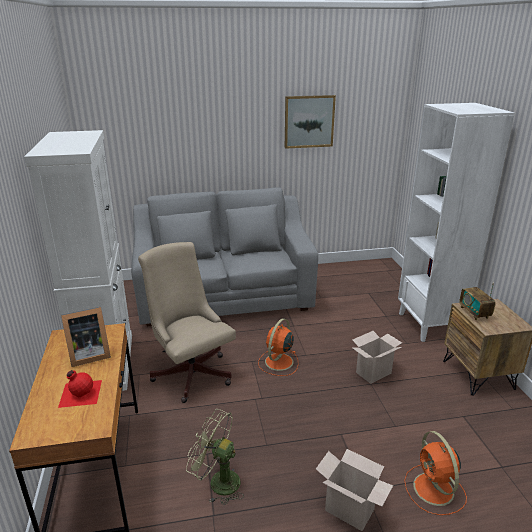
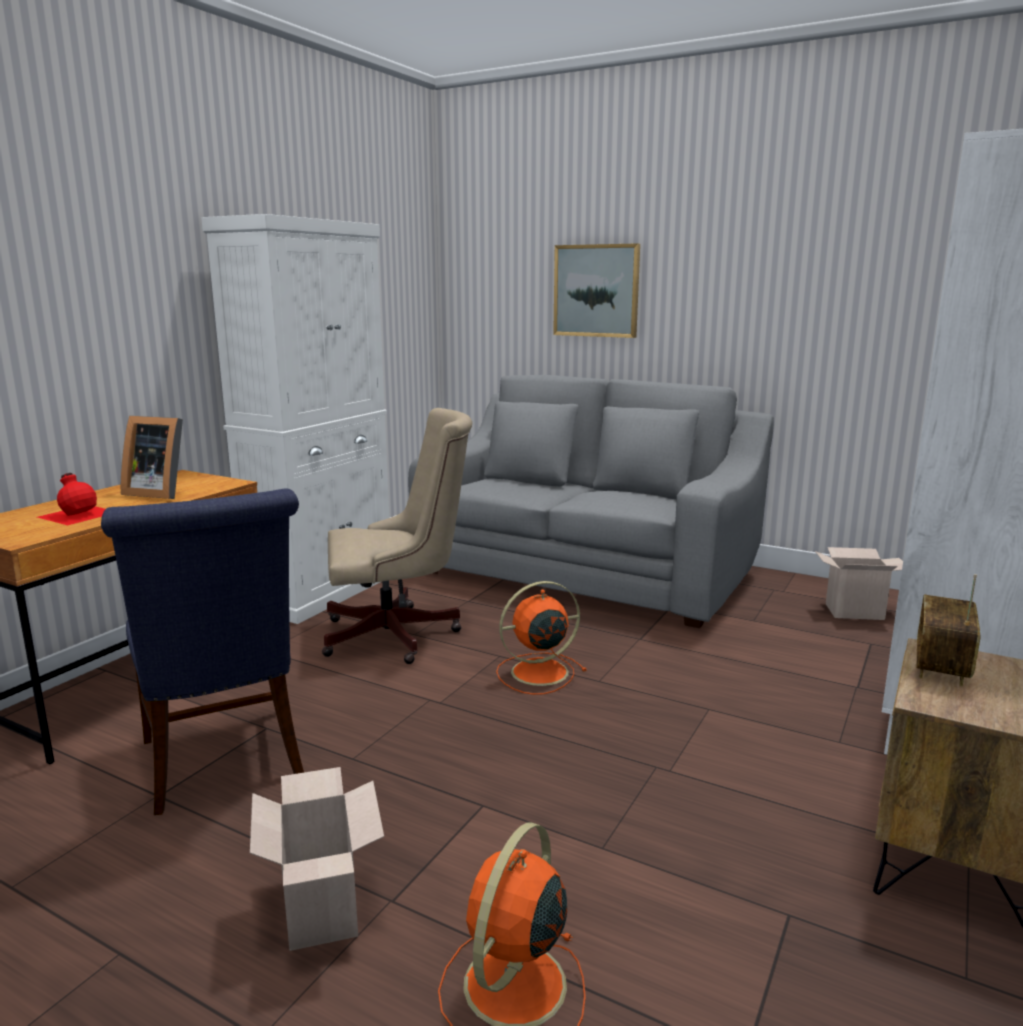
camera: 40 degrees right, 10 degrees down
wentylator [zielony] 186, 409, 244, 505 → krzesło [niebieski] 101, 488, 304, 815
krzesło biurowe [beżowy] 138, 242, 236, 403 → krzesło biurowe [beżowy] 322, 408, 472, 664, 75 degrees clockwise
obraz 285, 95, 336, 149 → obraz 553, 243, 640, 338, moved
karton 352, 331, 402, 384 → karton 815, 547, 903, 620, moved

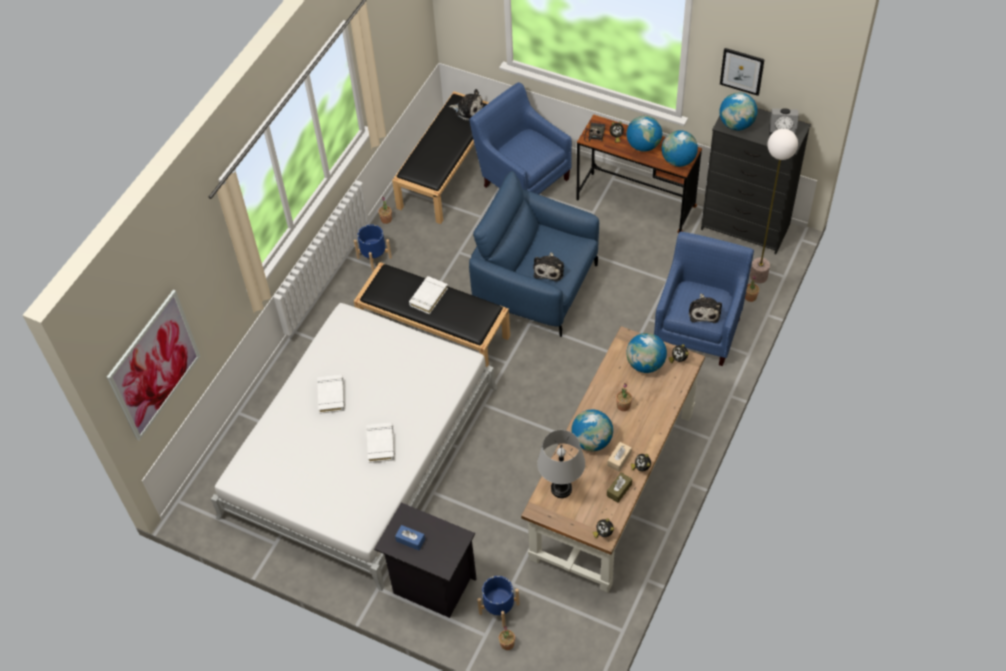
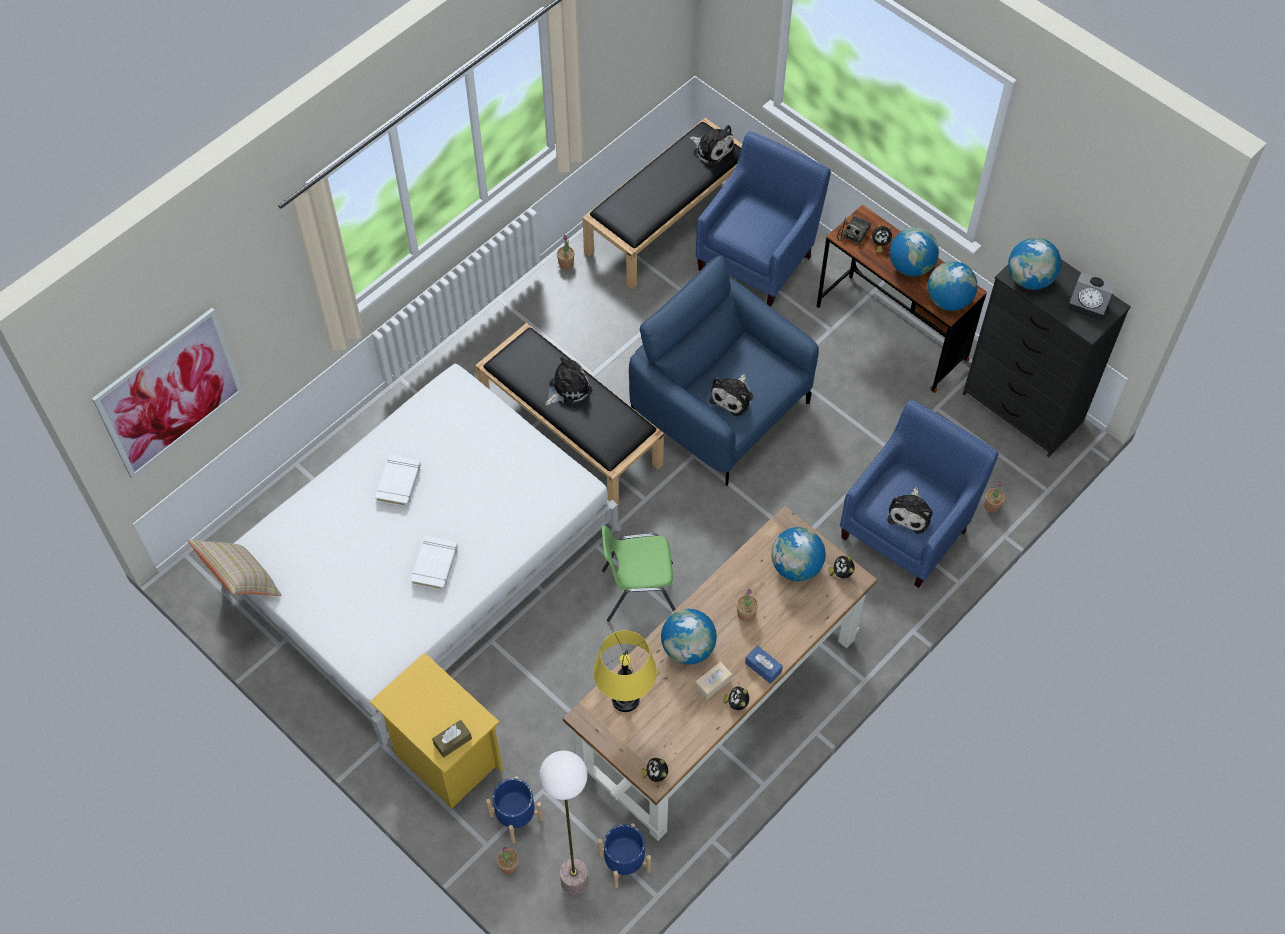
camera: 15 degrees right, 5 degrees up
- → poduszka [beżowy] 187, 539, 282, 596
szafka nocna [czarny] 374, 503, 477, 618 → szafka nocna [żółty] 370, 652, 503, 809
pudełko chusteczek [brązowy] 607, 473, 632, 503 → pudełko chusteczek [brązowy] 432, 720, 472, 758, moved
lampa stojąca 750, 129, 798, 283 → lampa stojąca 539, 751, 588, 895, moved
książka [biały] 409, 276, 448, 315 → pluszak 545, 357, 593, 406
lampa stołowa [szary] 537, 430, 585, 498 → lampa stołowa [żółty] 593, 630, 657, 712
donica [niebieski] 354, 224, 392, 271 → donica [niebieski] 598, 823, 651, 888, moved
- → krzesło [zielony] 602, 526, 676, 622
fotel [niebieski] 470, 82, 572, 194 → fotel [niebieski] 696, 131, 831, 307, 60 degrees clockwise
pudełko chusteczek [niebieski] 395, 525, 425, 550 → pudełko chusteczek [niebieski] 745, 645, 783, 684, moved
obraz 720, 48, 765, 96 → -

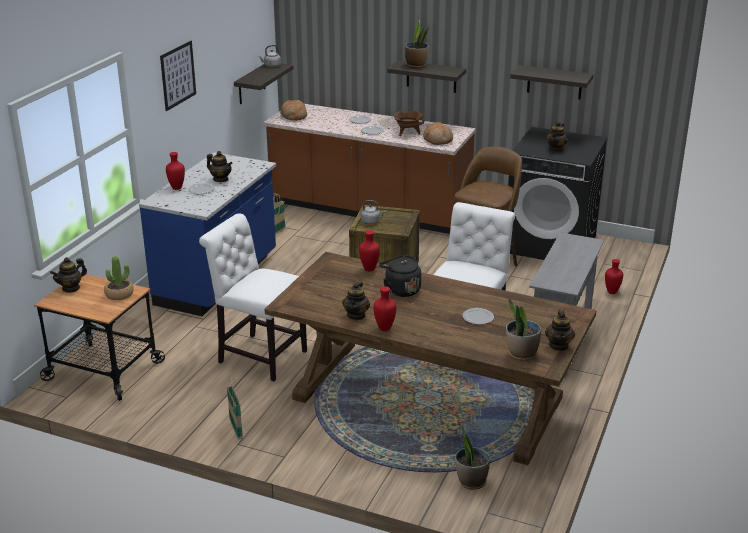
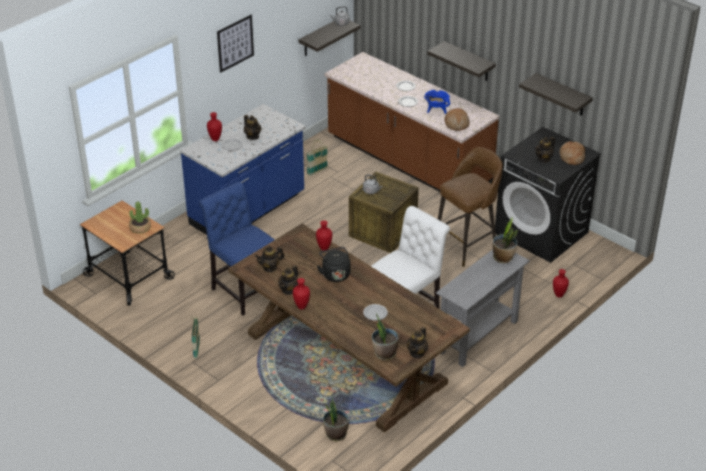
camera: 20 degrees right, 10 degrees up
krzesło [biały] 199, 213, 307, 381 → krzesło [niebieski] 199, 182, 275, 315
imbryk 50, 257, 87, 293 → imbryk 255, 246, 285, 272, moved
garnek [brązowy] 394, 111, 425, 136 → garnek [niebieski] 424, 90, 450, 114
roślina doniczkowa 405, 19, 429, 68 → roślina doniczkowa 493, 217, 518, 263, moved
chleb 280, 100, 307, 121 → chleb 560, 141, 585, 165, moved

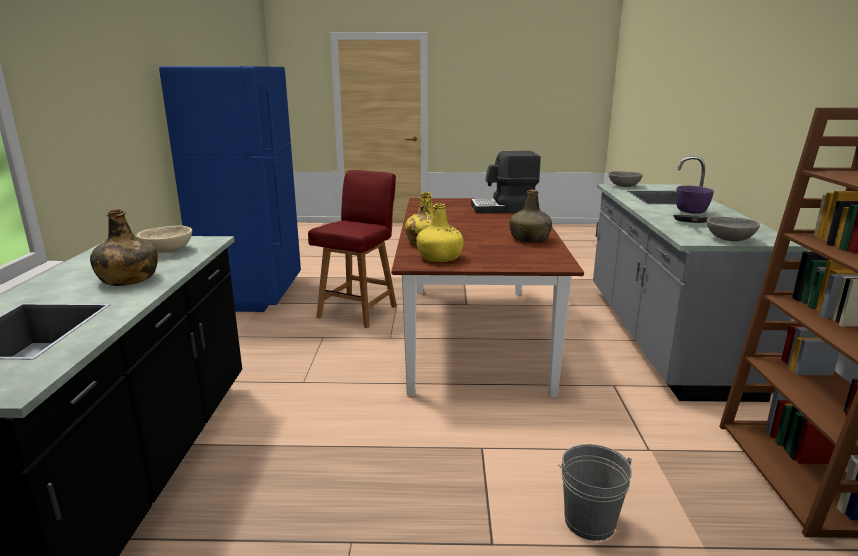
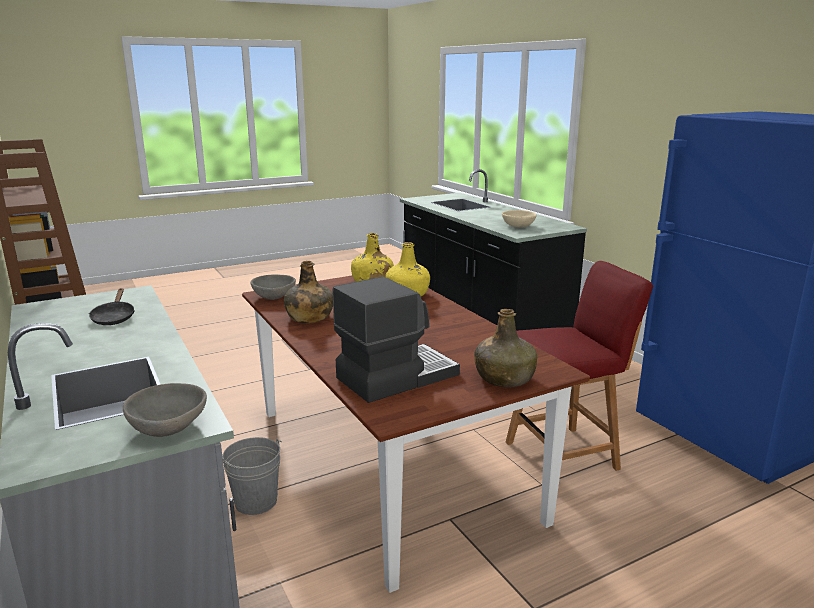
camera: 150 degrees right, 0 degrees up
wiadro [szary] 558, 444, 632, 541 → wiadro [szary] 222, 437, 282, 515, moved
miska [szary] 707, 216, 760, 241 → miska [szary] 251, 274, 296, 300, moved
butelka [zielony] 90, 209, 158, 286 → butelka [zielony] 474, 309, 537, 387, moved
krzesło [czerwony] 308, 170, 397, 328 → krzesło [czerwony] 506, 261, 653, 471, 105 degrees counterclockwise
miska [fioletowy] 676, 186, 714, 214 → -

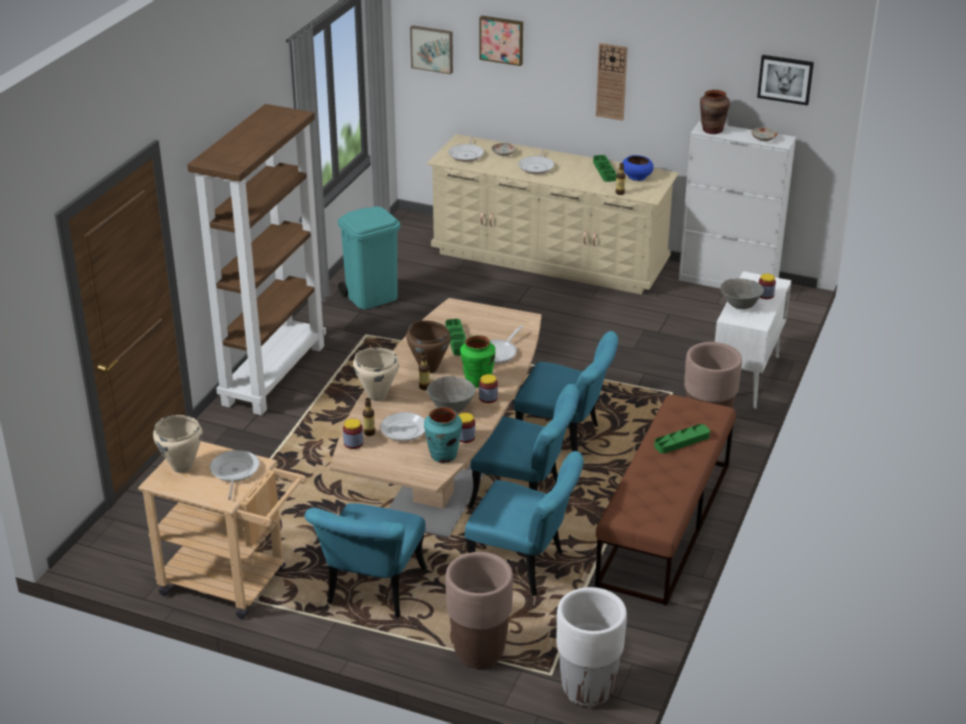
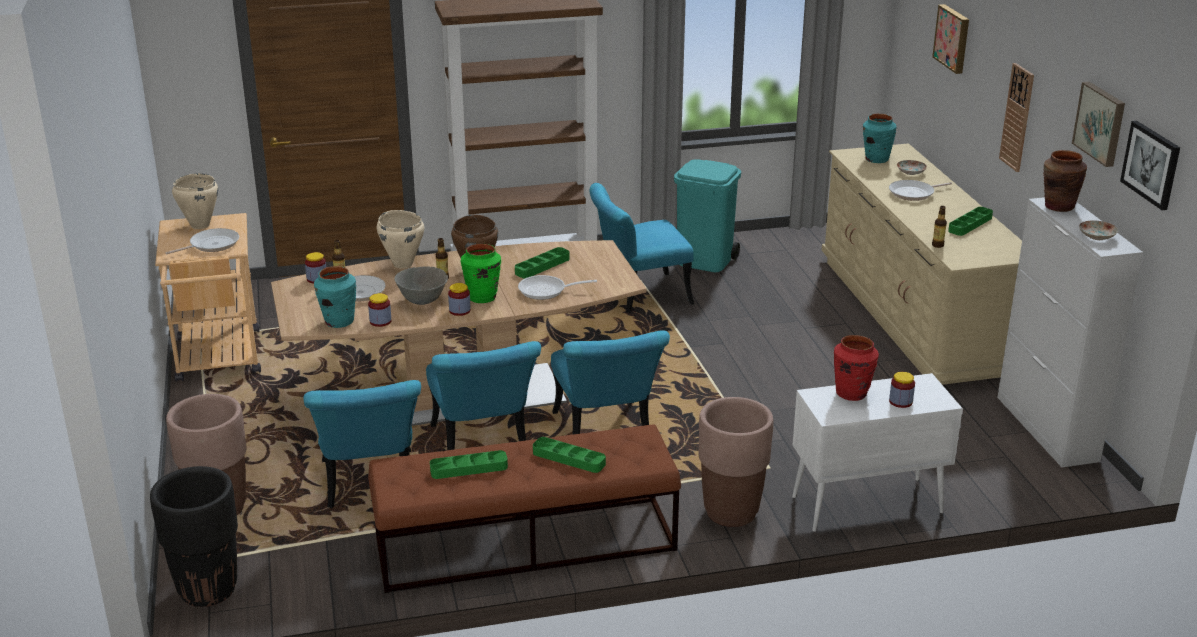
camera: 55 degrees right, 5 degrees down
donica [biały] 556, 587, 627, 707 → donica [czarny] 150, 466, 238, 607
- → taca [zielony] 430, 450, 508, 479
krzesło [turkusowy] 305, 503, 427, 618 → krzesło [turkusowy] 589, 183, 694, 313, moved
miska [szary] 721, 278, 764, 309 → wazon [czerwony] 834, 335, 879, 401
patelnia 448, 137, 484, 162 → wazon [turkusowy] 863, 114, 897, 163
obraz 410, 25, 453, 74 → obraz 1072, 82, 1125, 167, moved
miska [niebieski] 622, 155, 653, 181 → -

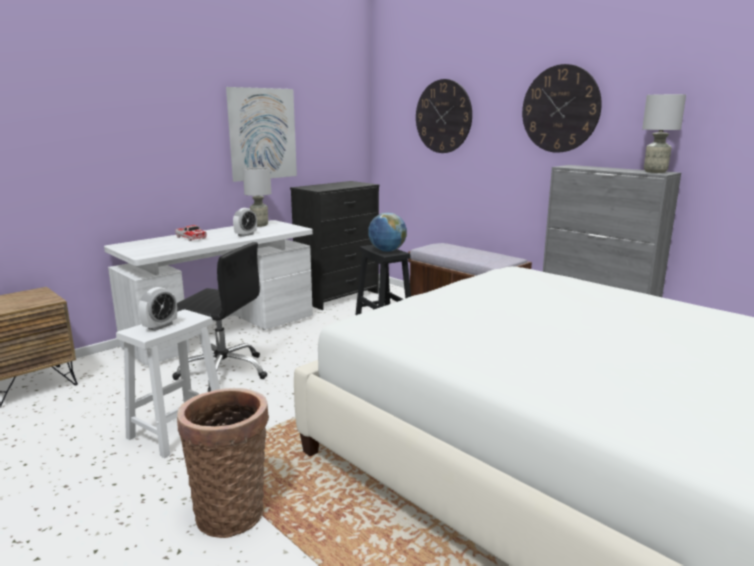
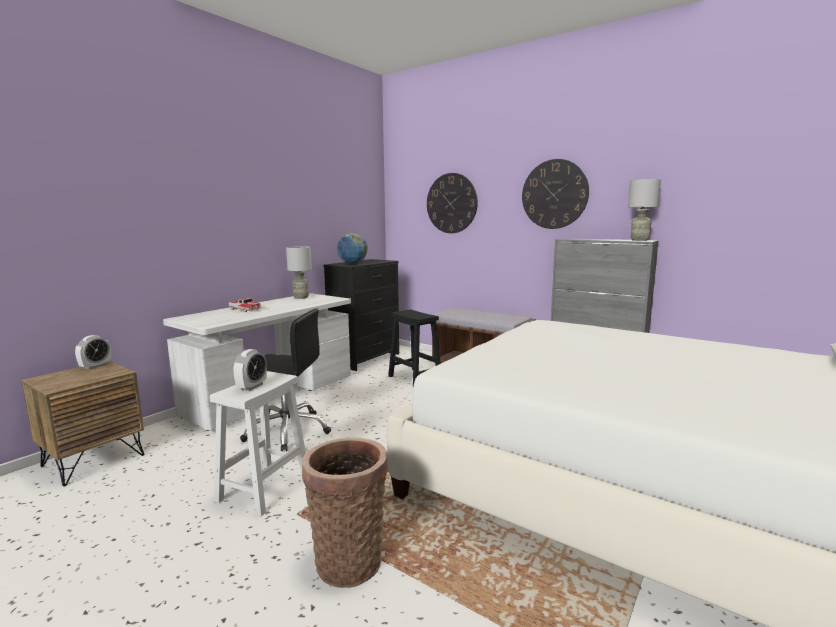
camera: 10 degrees left, 5 degrees down
budzik 233, 208, 257, 237 → budzik 75, 335, 111, 370, moved
globus 368, 213, 407, 251 → globus 337, 233, 368, 264, moved
obraz 226, 87, 297, 182 → -

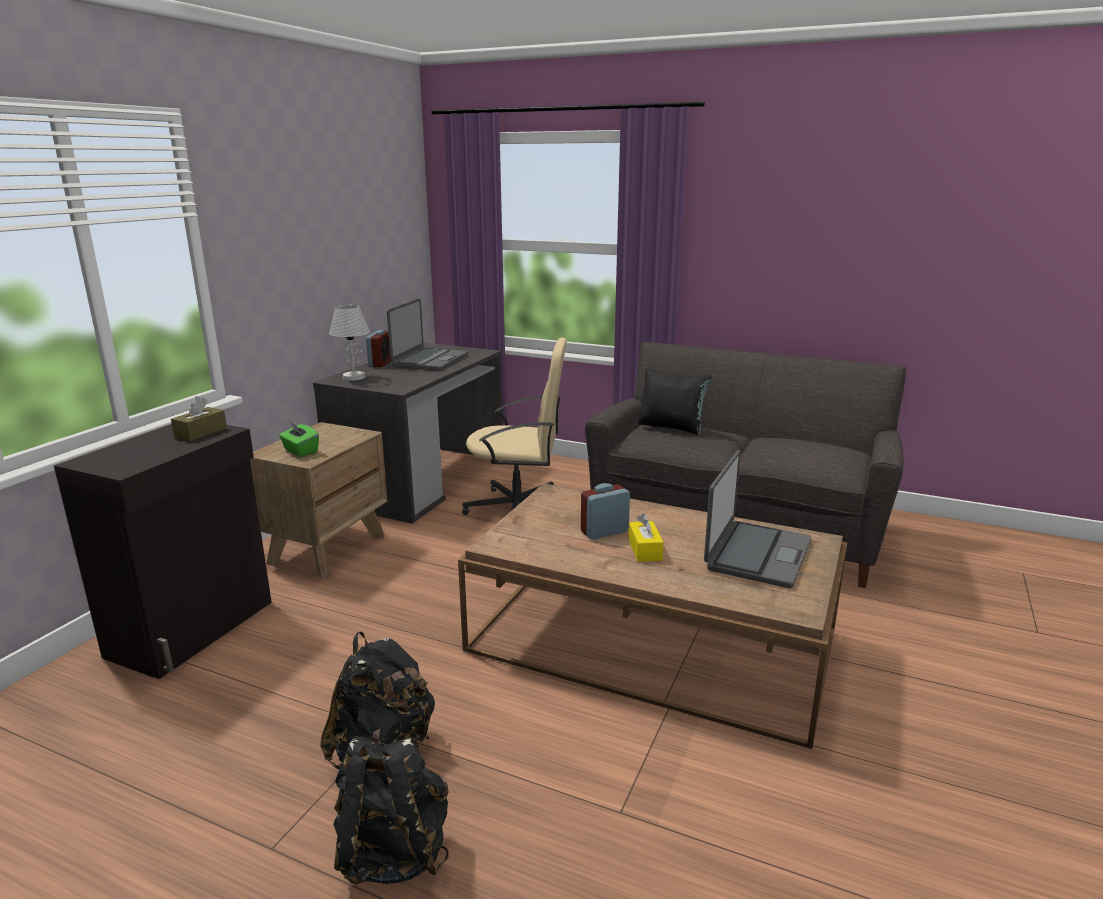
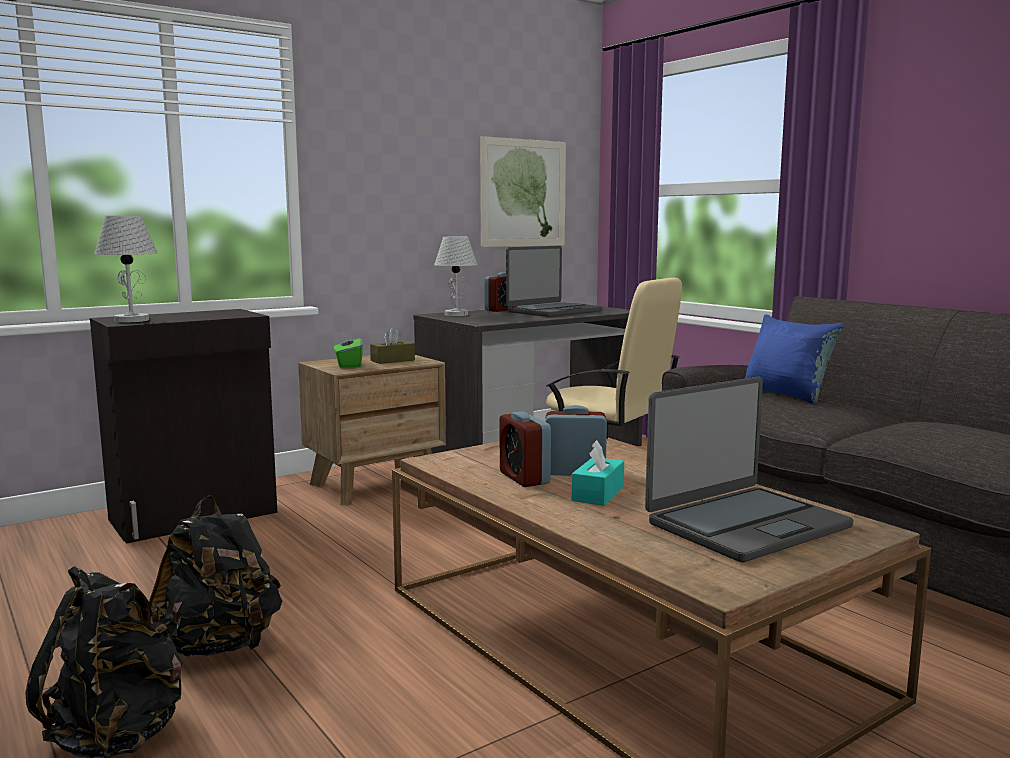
camera: 30 degrees right, 10 degrees down
- → lampa stołowa [biały] 94, 216, 158, 323
pudełko chusteczek [brązowy] 171, 396, 227, 441 → pudełko chusteczek [brązowy] 370, 327, 415, 364, moved
- → obraz 480, 136, 566, 247
- → budzik 500, 412, 551, 487
pudełko chusteczek [żółty] 628, 514, 664, 562 → pudełko chusteczek [turkusowy] 571, 440, 624, 506
poduszka [czarny] 637, 368, 712, 435 → poduszka [niebieski] 745, 315, 844, 404

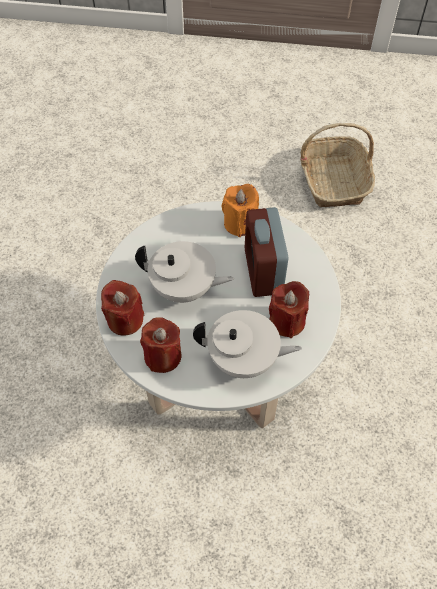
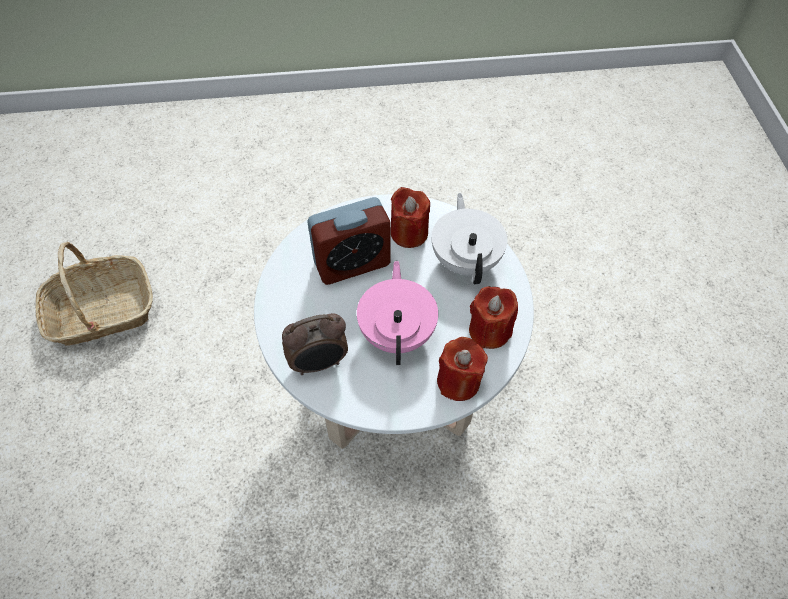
camera: 105 degrees left, 0 degrees up
- → budzik 282, 313, 348, 375
imbryk [biały] 135, 241, 234, 303 → imbryk [różowy] 357, 261, 438, 365
świeca [pomarańczowy] 221, 184, 259, 237 → -

